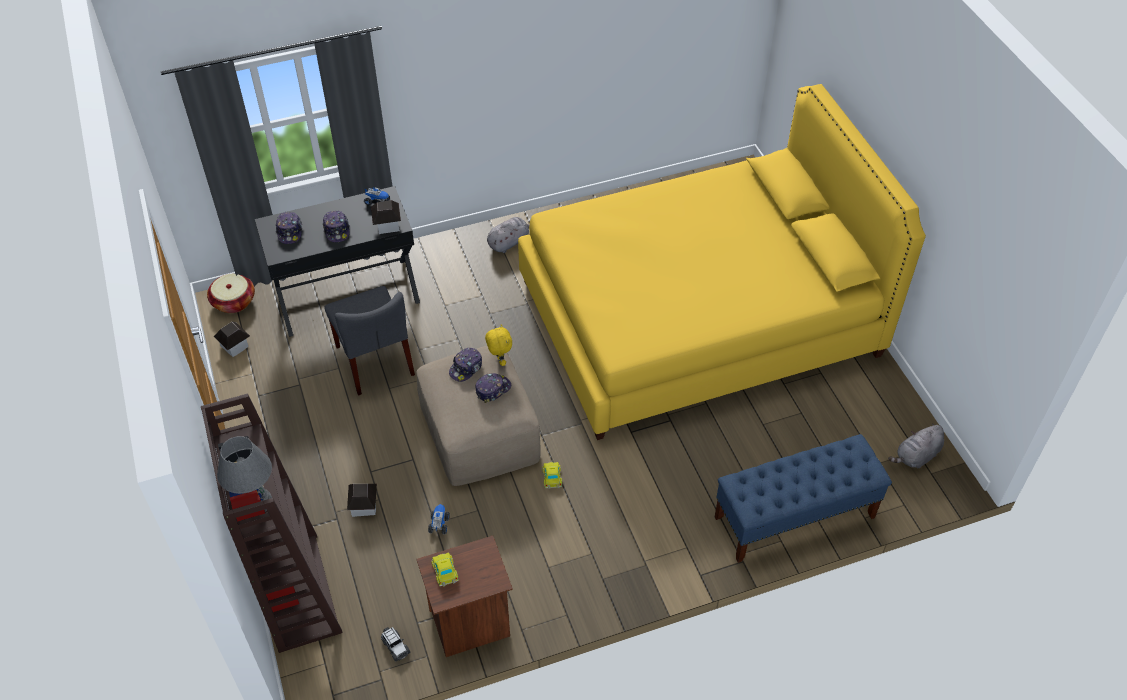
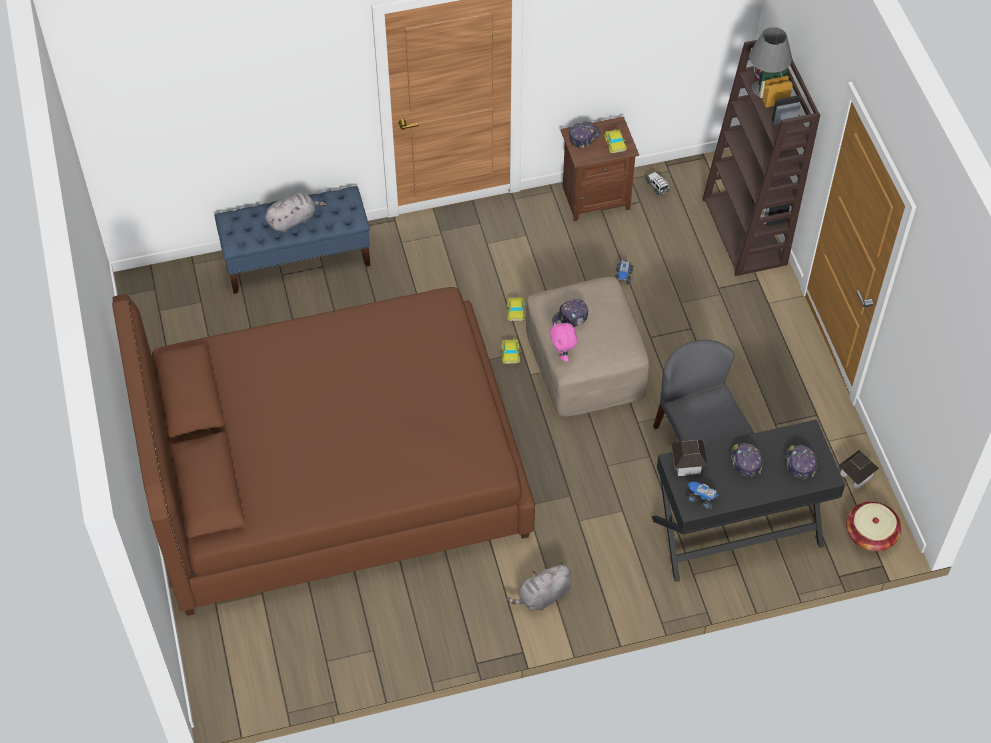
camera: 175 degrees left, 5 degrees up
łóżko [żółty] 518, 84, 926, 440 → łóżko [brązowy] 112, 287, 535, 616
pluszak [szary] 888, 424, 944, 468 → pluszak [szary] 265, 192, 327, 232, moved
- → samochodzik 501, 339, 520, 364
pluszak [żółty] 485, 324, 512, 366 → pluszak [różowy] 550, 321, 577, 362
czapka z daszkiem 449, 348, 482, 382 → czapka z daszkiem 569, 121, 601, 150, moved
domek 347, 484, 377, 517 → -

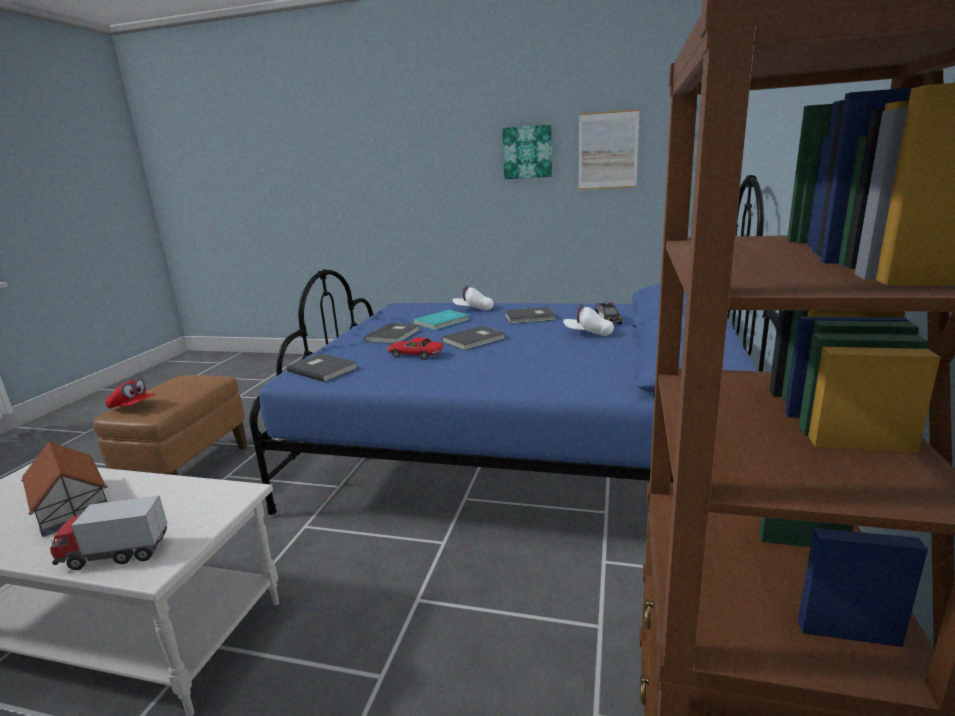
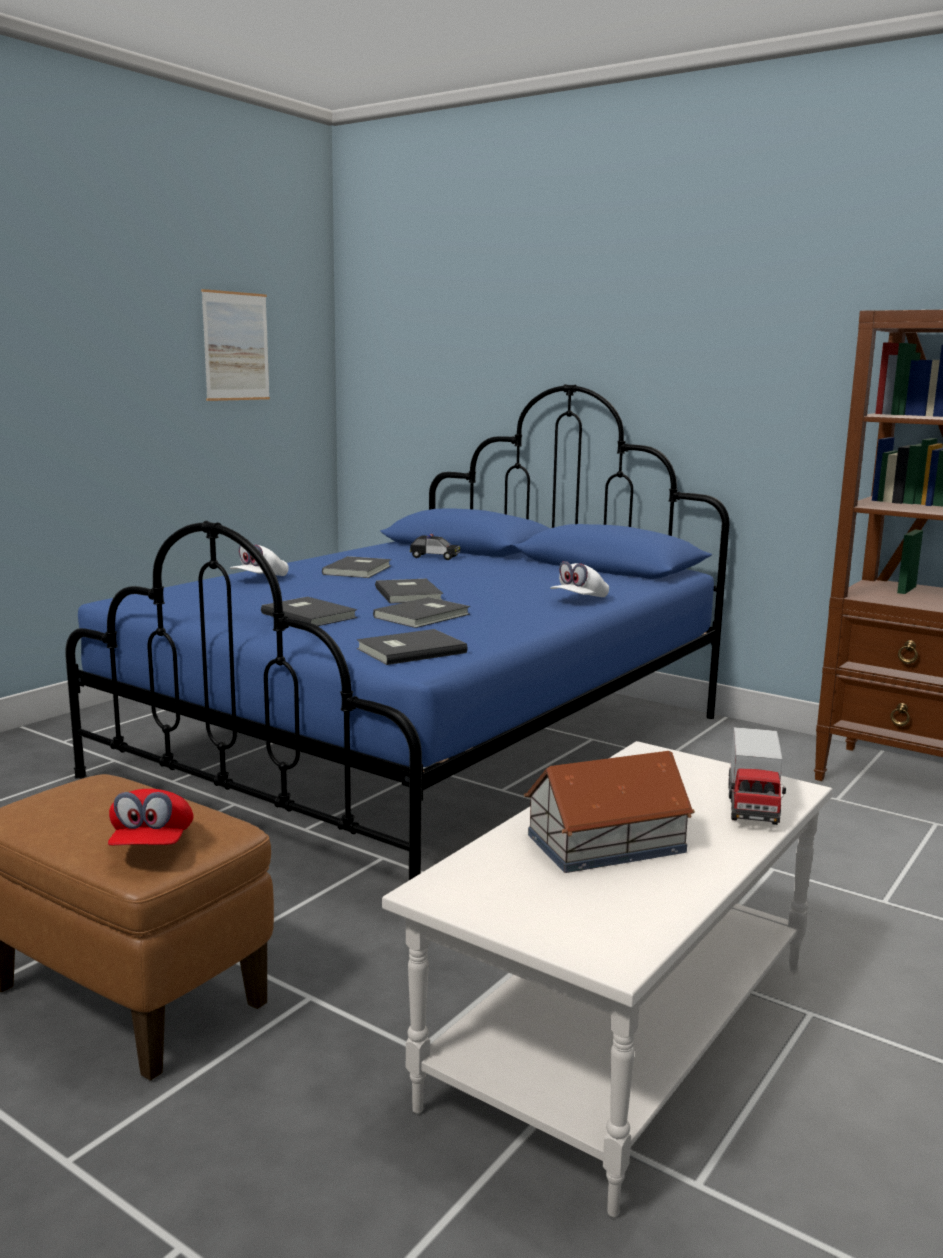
camera: 70 degrees left, 5 degrees down
czapka z daszkiem [czerwony] 105, 378, 155, 408 → czapka z daszkiem [czerwony] 108, 789, 193, 845, 135 degrees clockwise
samochodzik 386, 337, 444, 360 → książka [szary] 373, 597, 470, 628
czapka z daszkiem [biały] 563, 304, 614, 336 → czapka z daszkiem [biały] 551, 561, 609, 597, moved
książka [turkusowy] 413, 310, 470, 330 → -
obraz 502, 125, 552, 179 → -

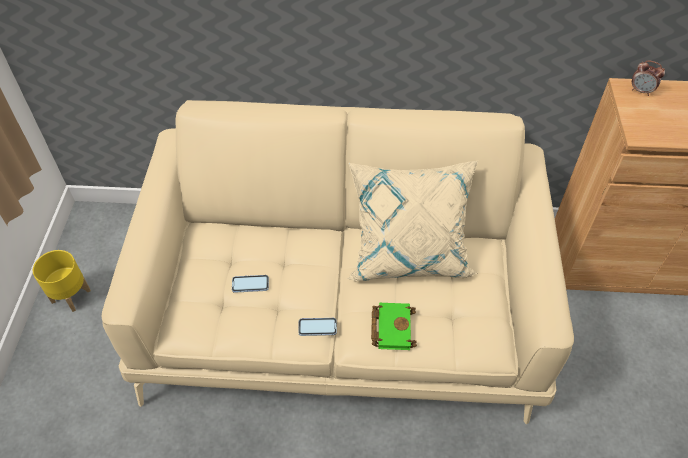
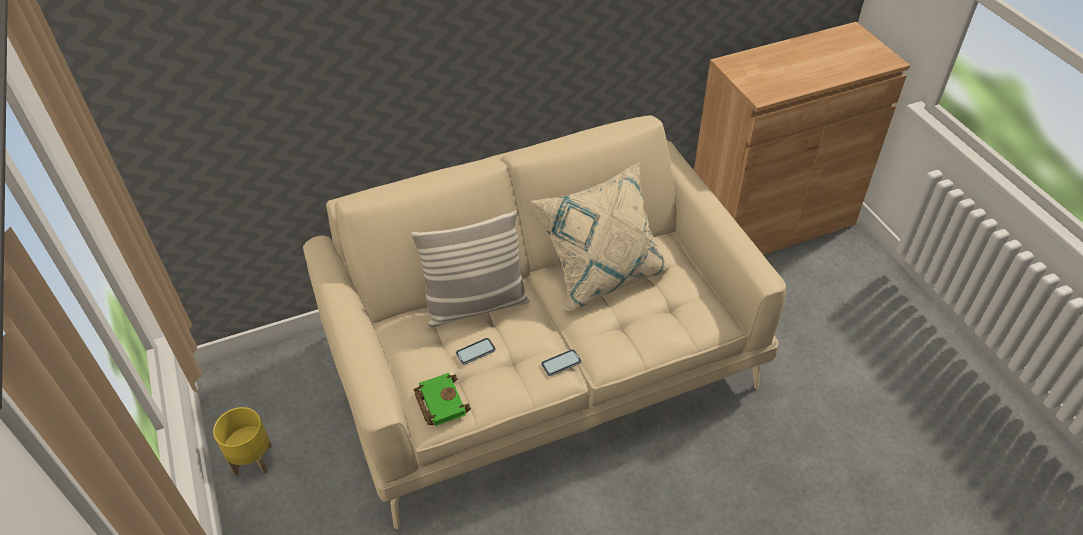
camera: 25 degrees left, 5 degrees down
- → poduszka 411, 210, 530, 328
książka [zielony] 371, 303, 417, 350 → książka [zielony] 414, 373, 471, 426, moved
budzik 632, 61, 665, 96 → -

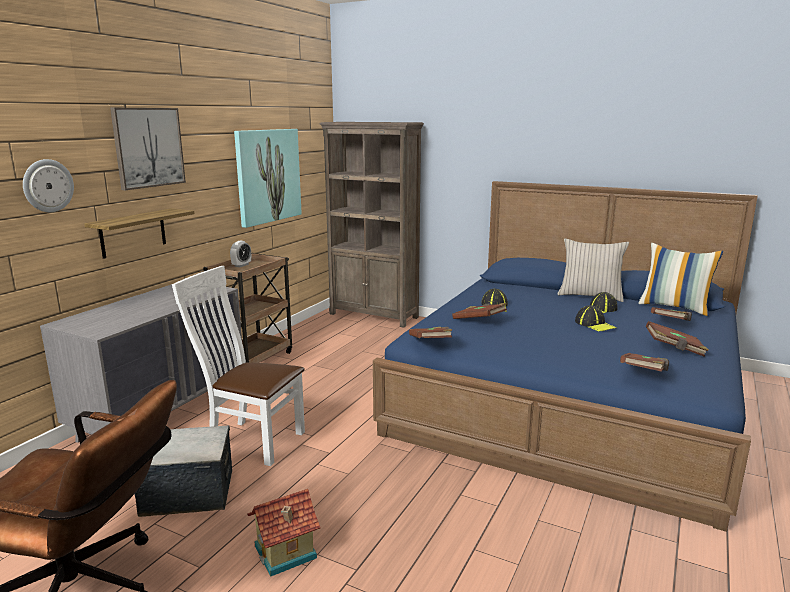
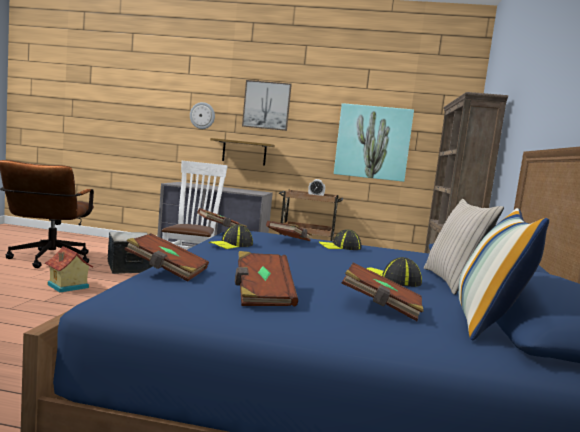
camera: 70 degrees right, 10 degrees down
czapka z daszkiem 575, 305, 617, 332 → czapka z daszkiem 209, 224, 253, 249, moved

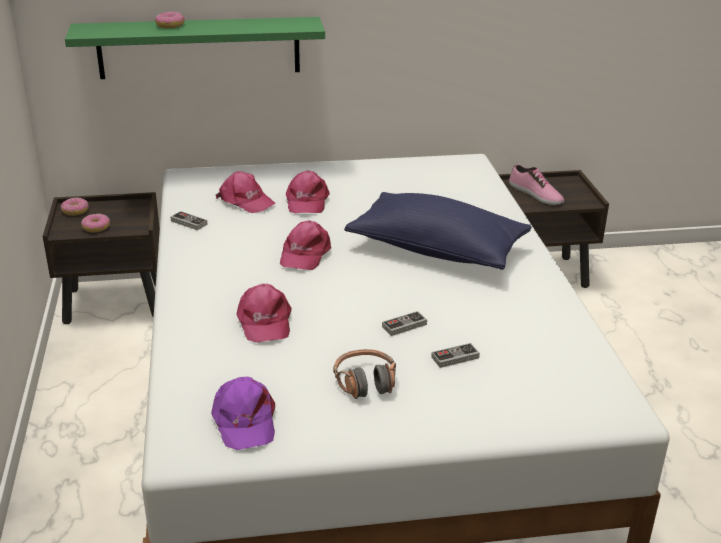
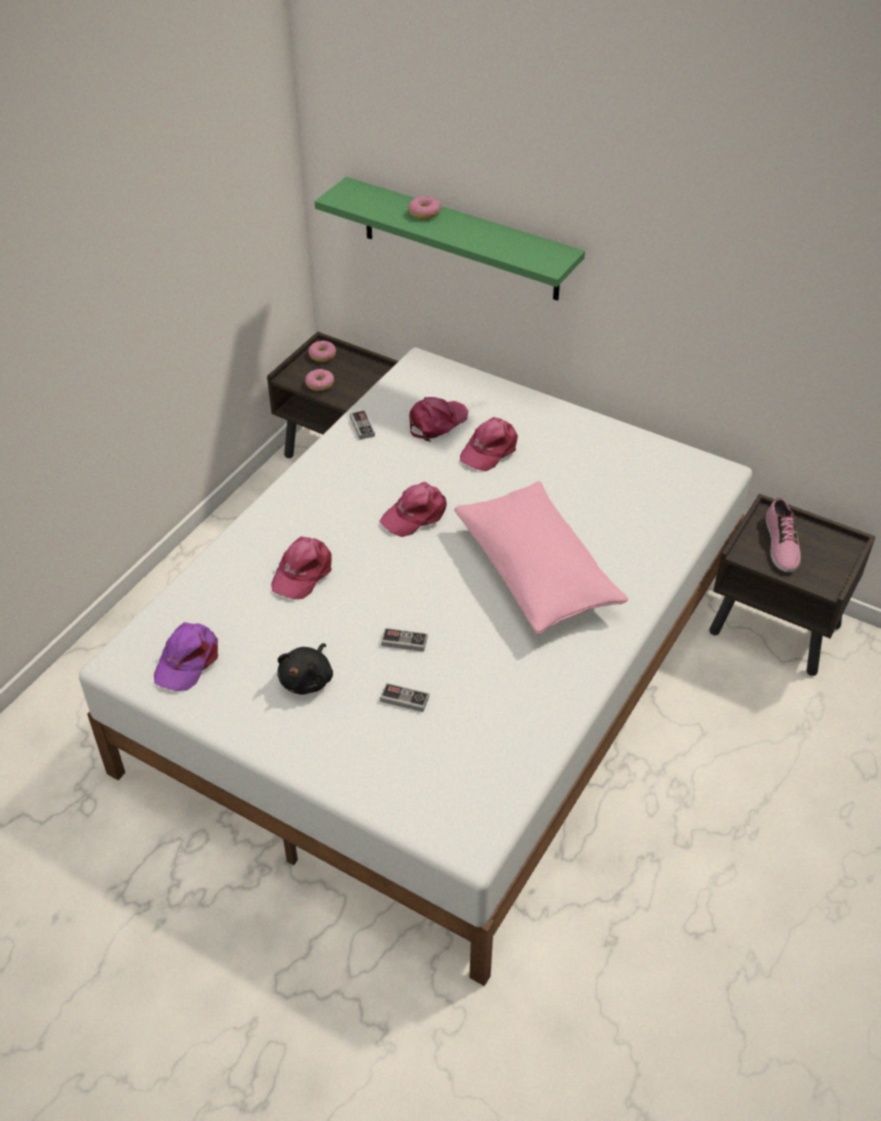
camera: 40 degrees right, 15 degrees up
słuchawki 333, 349, 396, 399 → pluszak [czarny] 278, 643, 333, 695
czapka z daszkiem [różowy] 216, 171, 275, 213 → czapka z daszkiem [różowy] 409, 397, 468, 442, 120 degrees counterclockwise
poduszka [niebieski] 344, 192, 532, 270 → poduszka [różowy] 454, 481, 629, 635

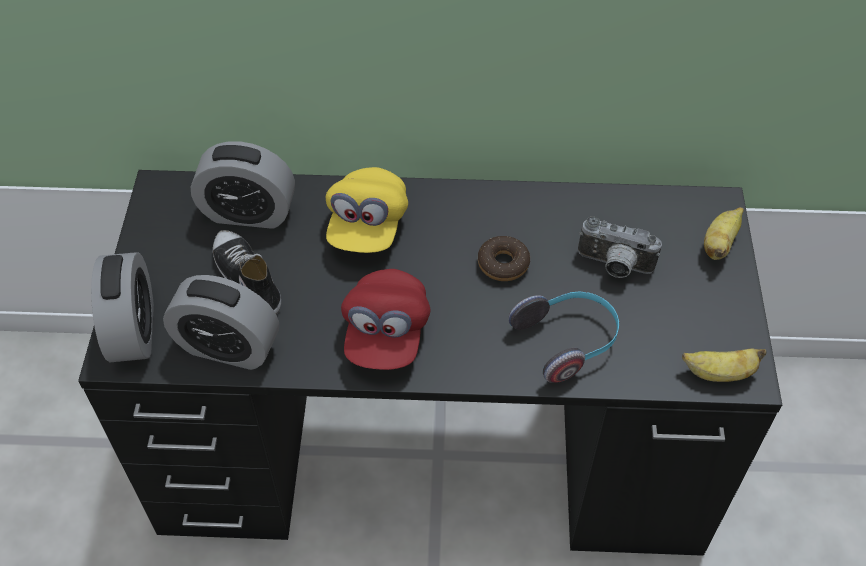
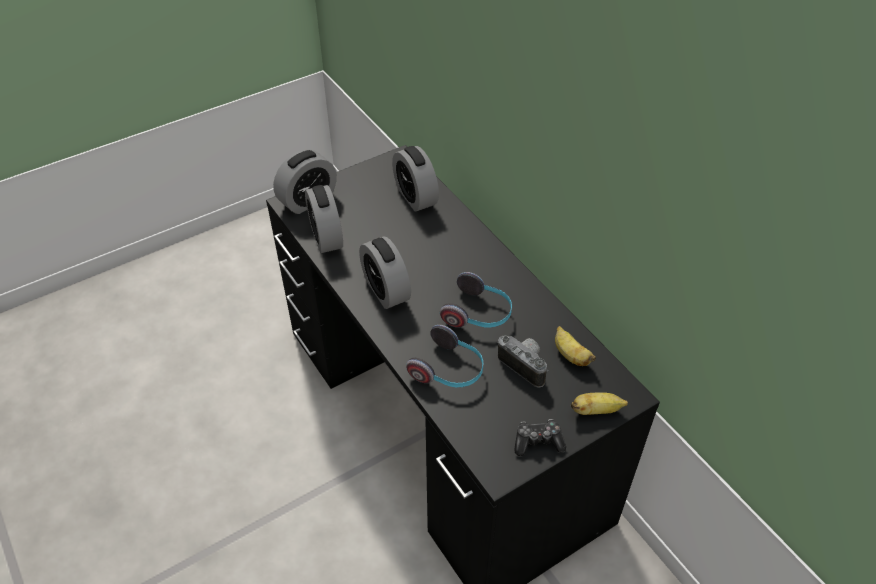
camera: 55 degrees right, 5 degrees down
czapka z daszkiem [czerwony] 341, 269, 430, 370 → budzik 359, 236, 411, 309
donut 478, 236, 530, 281 → słuchawki 440, 272, 512, 328
aparat fotograficzny 578, 216, 662, 278 → aparat fotograficzny 498, 335, 549, 388, 150 degrees clockwise
- → pad do gier 515, 419, 566, 456
banan 682, 348, 766, 382 → banan 555, 326, 596, 366, moved
but 213, 230, 281, 315 → -
czapka z daszkiem [żółty] 326, 167, 408, 253 → -

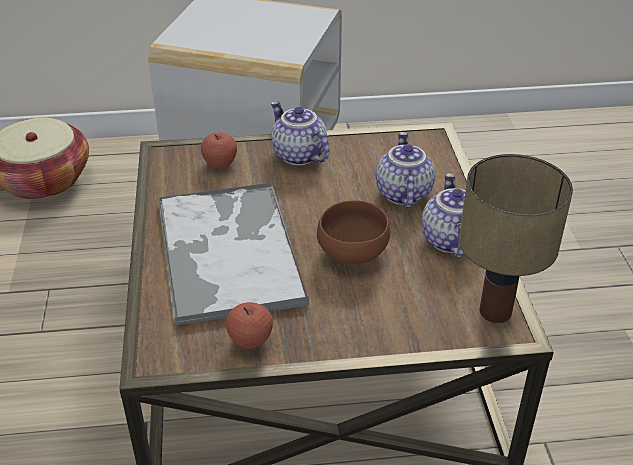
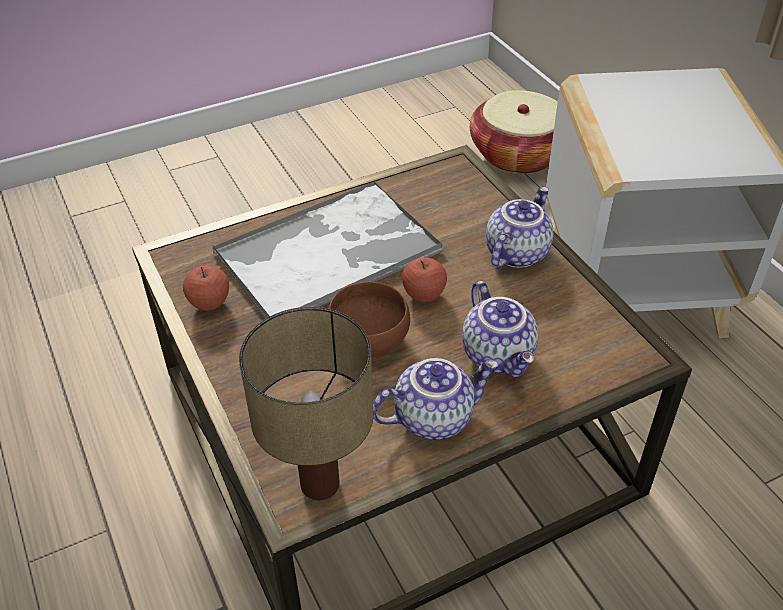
camera: 70 degrees right, 5 degrees up
jabłko 201, 132, 237, 169 → jabłko 402, 257, 447, 302, moved
imbryk 376, 132, 435, 208 → imbryk 462, 281, 538, 377, 90 degrees clockwise

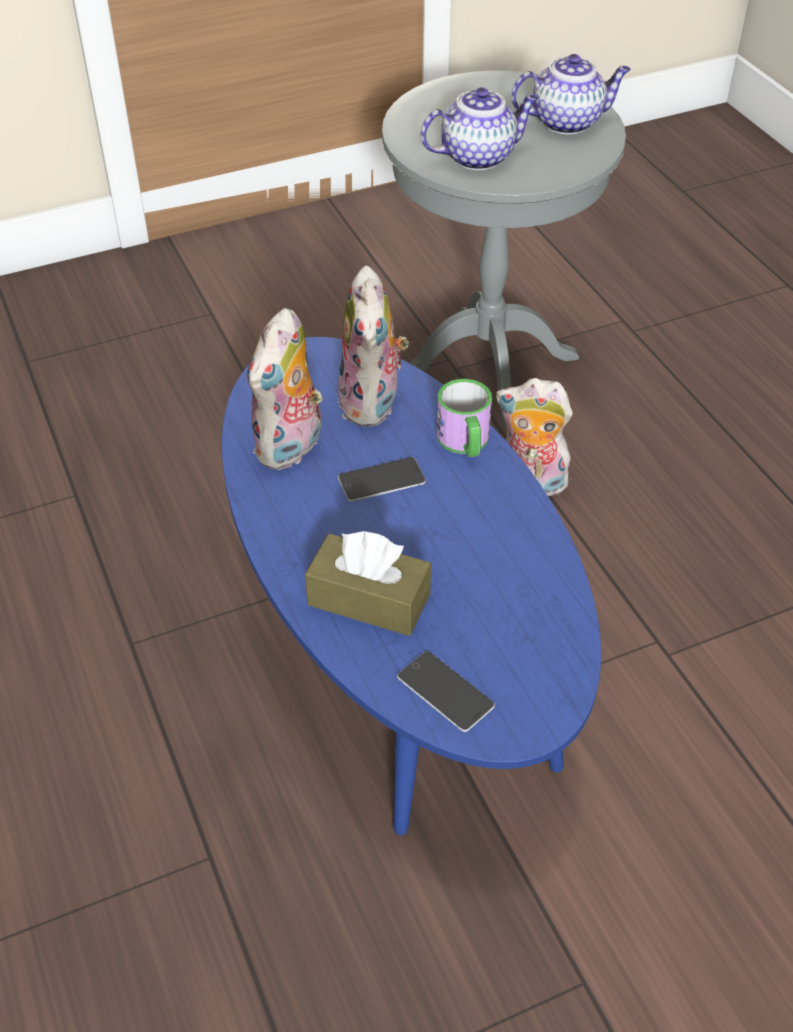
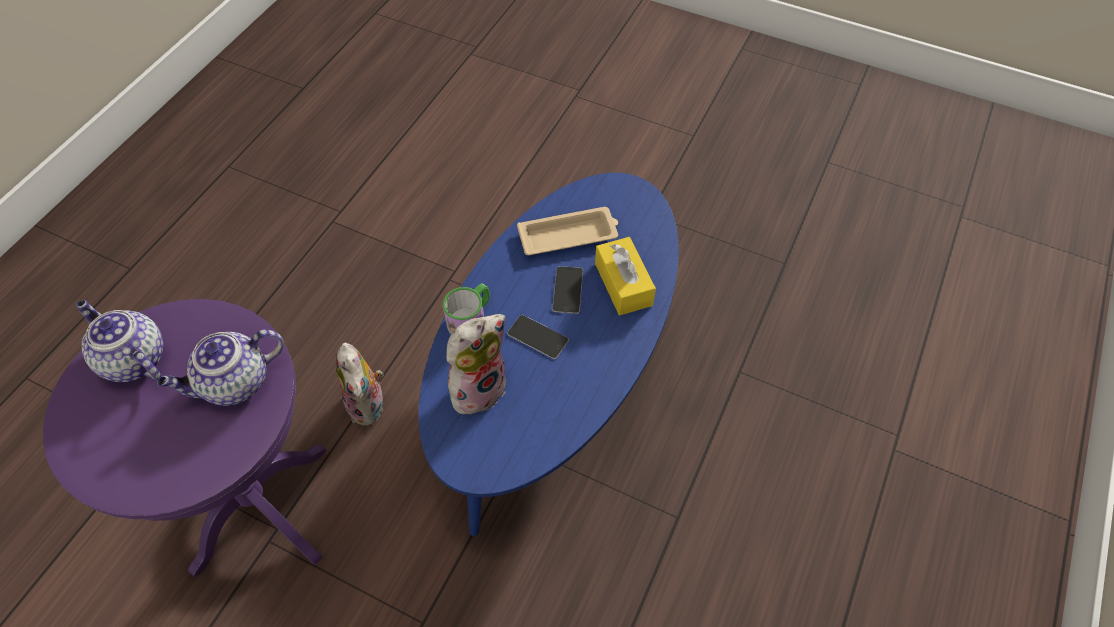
camera: 130 degrees left, 10 degrees up
stolik [szary] 382, 71, 626, 430 → stolik [fioletowy] 43, 299, 327, 578
imbryk 421, 87, 539, 170 → imbryk 157, 330, 284, 406, 60 degrees counterclockwise
- → taca [beżowy] 517, 207, 618, 255
telefon 397, 651, 495, 732 → telefon 552, 266, 583, 314, moved
pudełko chusteczek [brązowy] 305, 531, 431, 636 → pudełko chusteczek [żółty] 595, 237, 656, 315
pluszak 247, 308, 323, 470 → -

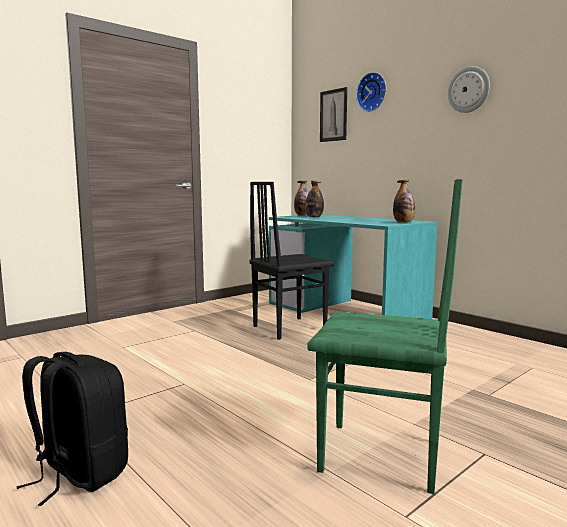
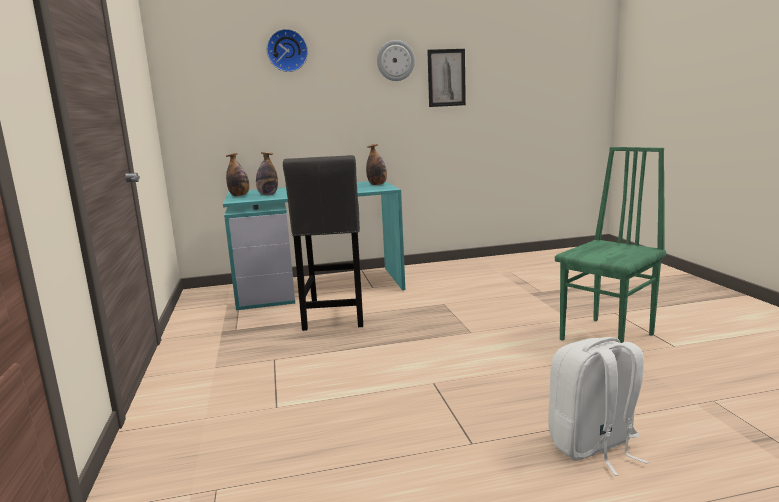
camera: 60 degrees left, 5 degrees up
krzesło [czarny] 249, 182, 334, 340 → stołek [szary] 283, 155, 363, 331
obraz 320, 87, 347, 142 → obraz 427, 49, 466, 107, moved
plecak [czarny] 16, 352, 128, 506 → plecak [biały] 548, 337, 648, 476

